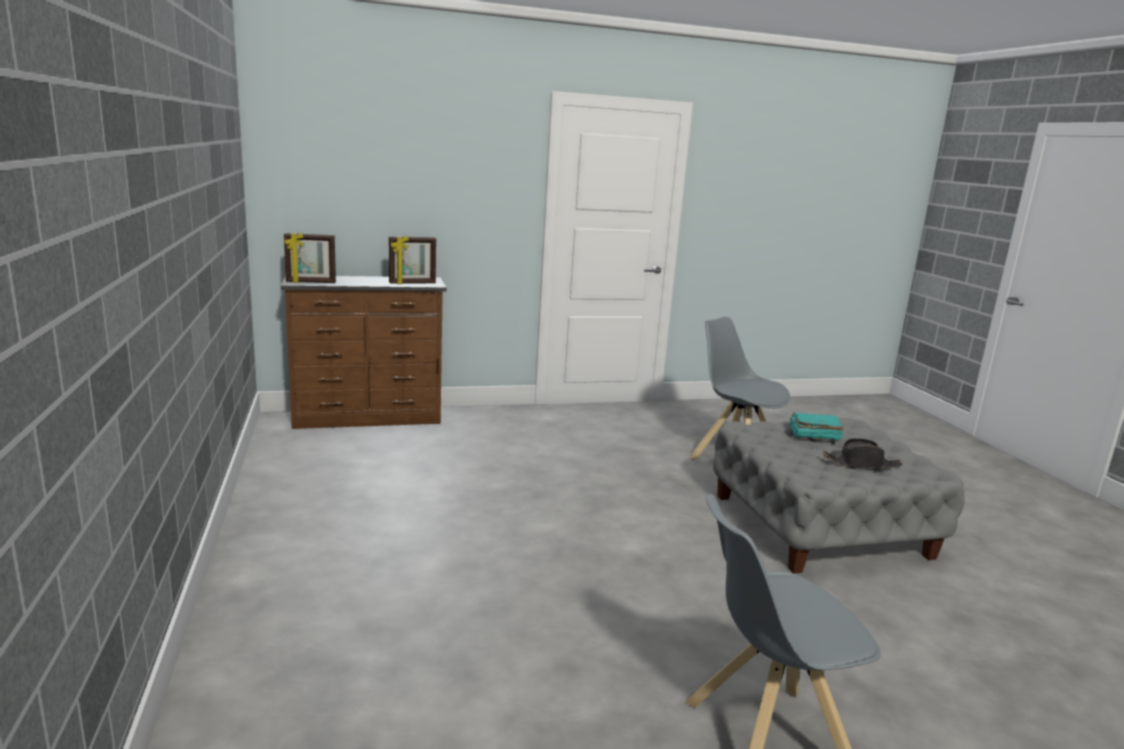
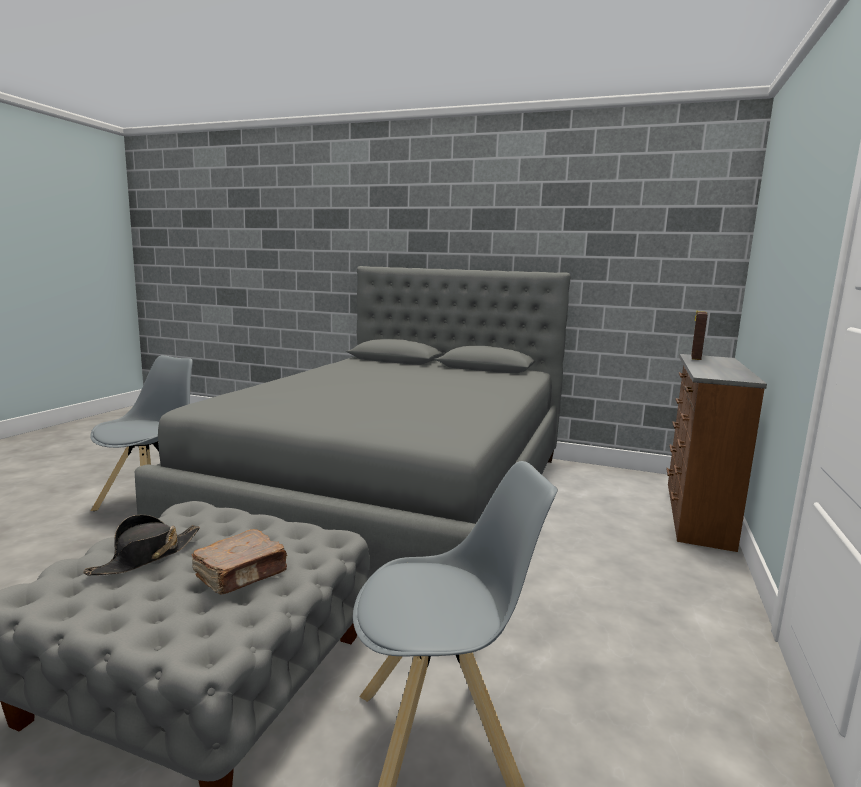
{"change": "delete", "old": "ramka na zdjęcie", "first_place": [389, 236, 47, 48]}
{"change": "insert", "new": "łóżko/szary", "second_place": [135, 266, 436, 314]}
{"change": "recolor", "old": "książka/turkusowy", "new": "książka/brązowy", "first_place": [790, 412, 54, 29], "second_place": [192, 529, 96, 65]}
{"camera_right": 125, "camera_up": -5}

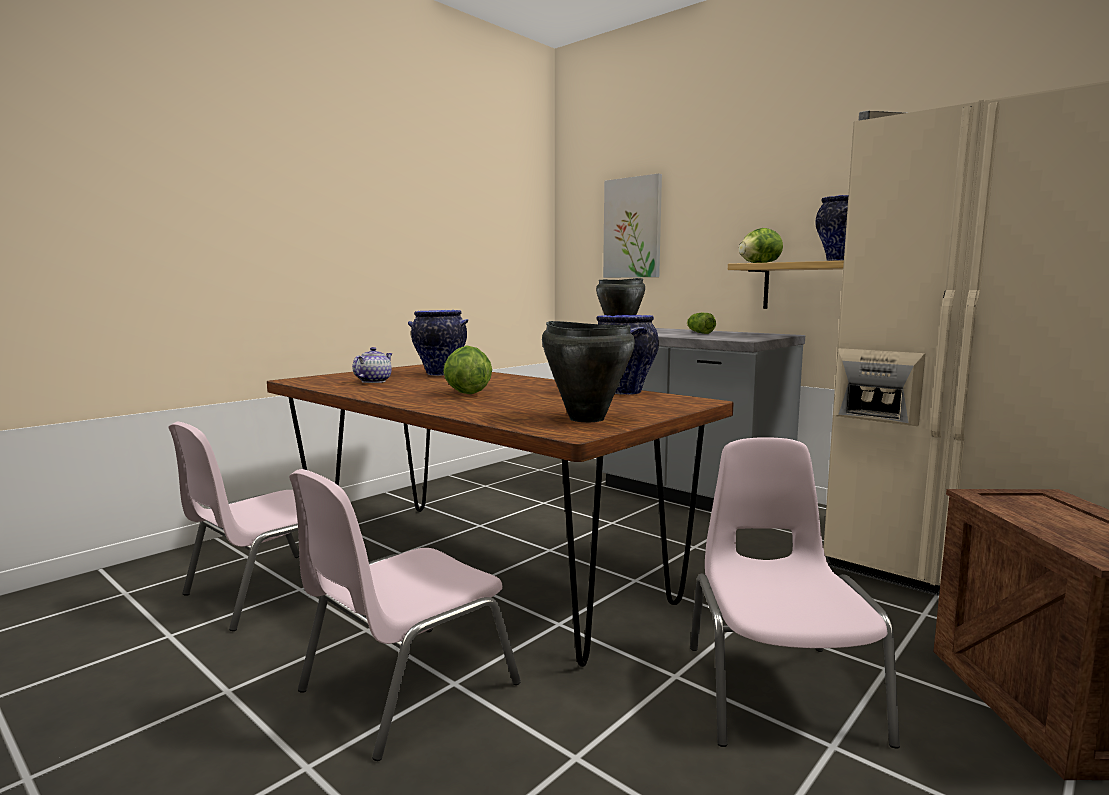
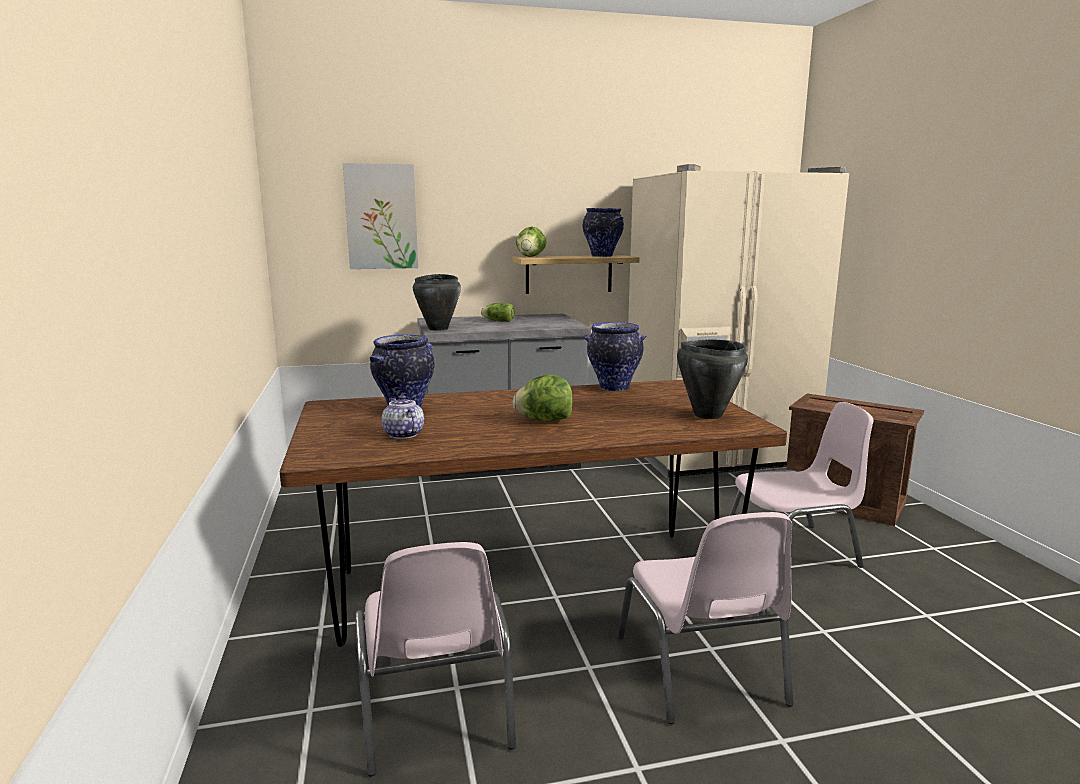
{"change": "rotate", "old": "krzesło/różowy", "first_place": [690, 438, 210, 310], "second_place": [729, 402, 145, 166], "degrees": 135}
{"camera_right": -55, "camera_up": 5}

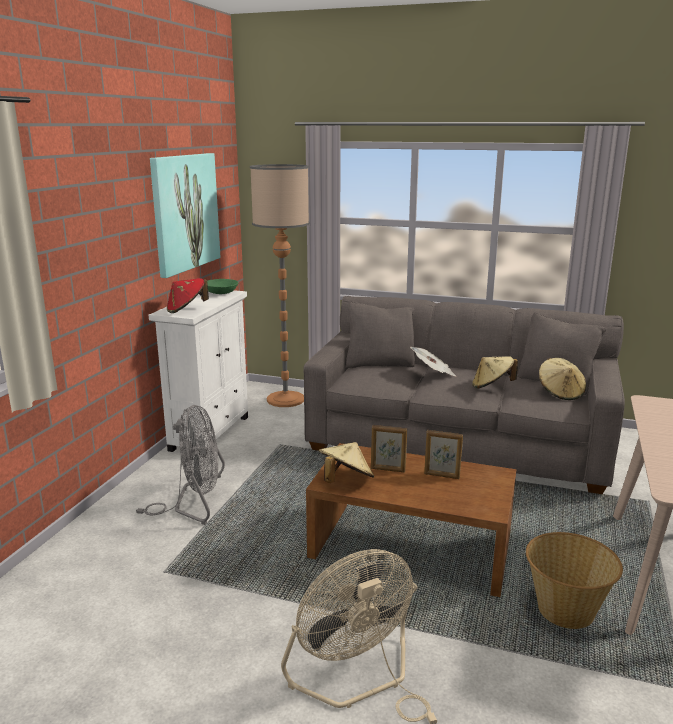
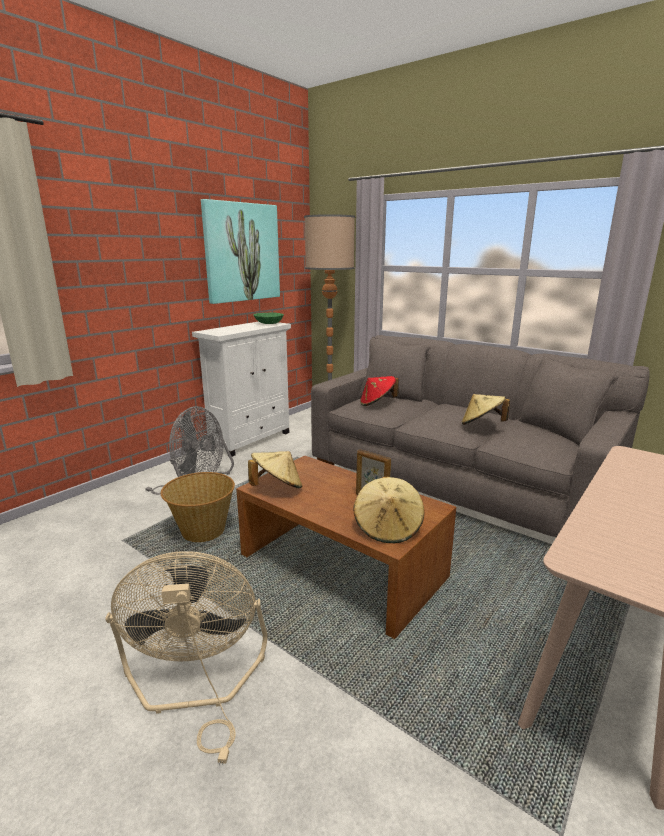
{"change": "delete", "old": "ramka na zdjęcie", "first_place": [371, 425, 36, 48]}
{"change": "delete", "old": "gazeta", "first_place": [410, 347, 46, 29]}
{"change": "move", "old": "kapelusz/czerwony", "first_place": [167, 278, 42, 35], "second_place": [360, 376, 39, 30]}
{"change": "move", "old": "koszyk", "first_place": [526, 532, 97, 97], "second_place": [161, 472, 74, 70]}
{"change": "move", "old": "kapelusz/beżowy", "first_place": [539, 358, 47, 42], "second_place": [353, 477, 71, 66]}
{"camera_right": 20, "camera_up": 0}

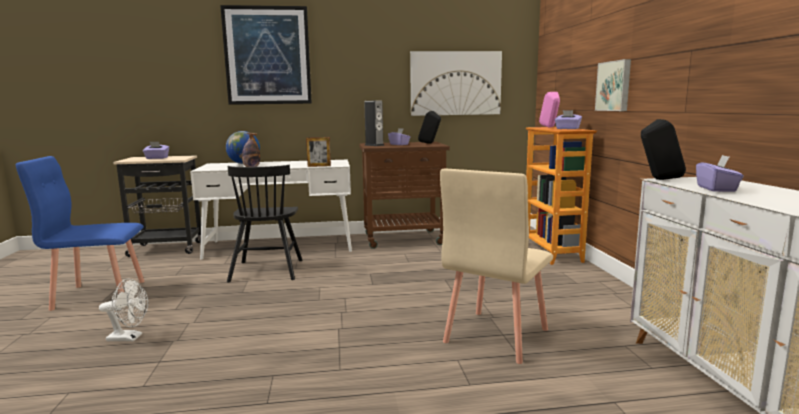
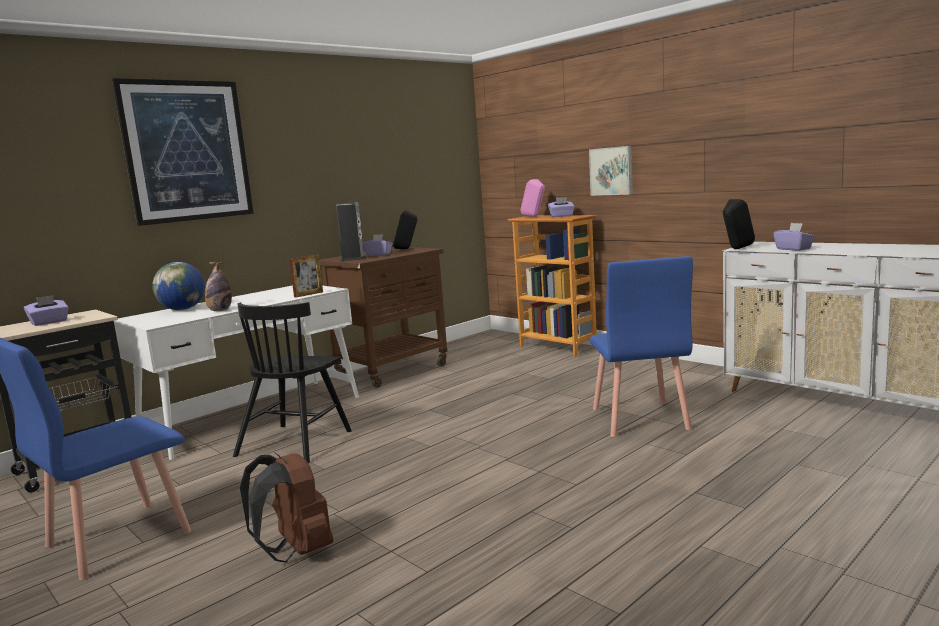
{"change": "delete", "old": "obraz", "first_place": [410, 51, 92, 65]}
{"change": "replace", "old": "wentylator/biały", "new": "plecak/brązowy", "first_place": [99, 278, 49, 63], "second_place": [240, 452, 93, 111]}
{"change": "recolor", "old": "krzesło/beżowy", "new": "krzesło/niebieski", "first_place": [440, 169, 113, 195], "second_place": [590, 256, 103, 181]}
{"change": "rotate", "old": "krzesło/czarny", "first_place": [227, 165, 76, 117], "second_place": [233, 302, 119, 161], "degrees": 60}
{"camera_right": -35, "camera_up": 0}

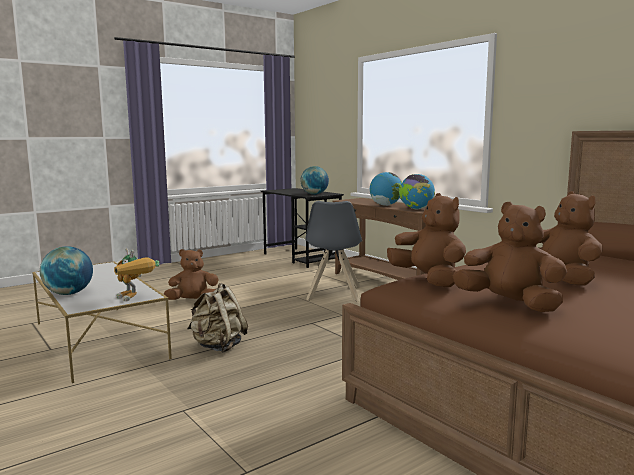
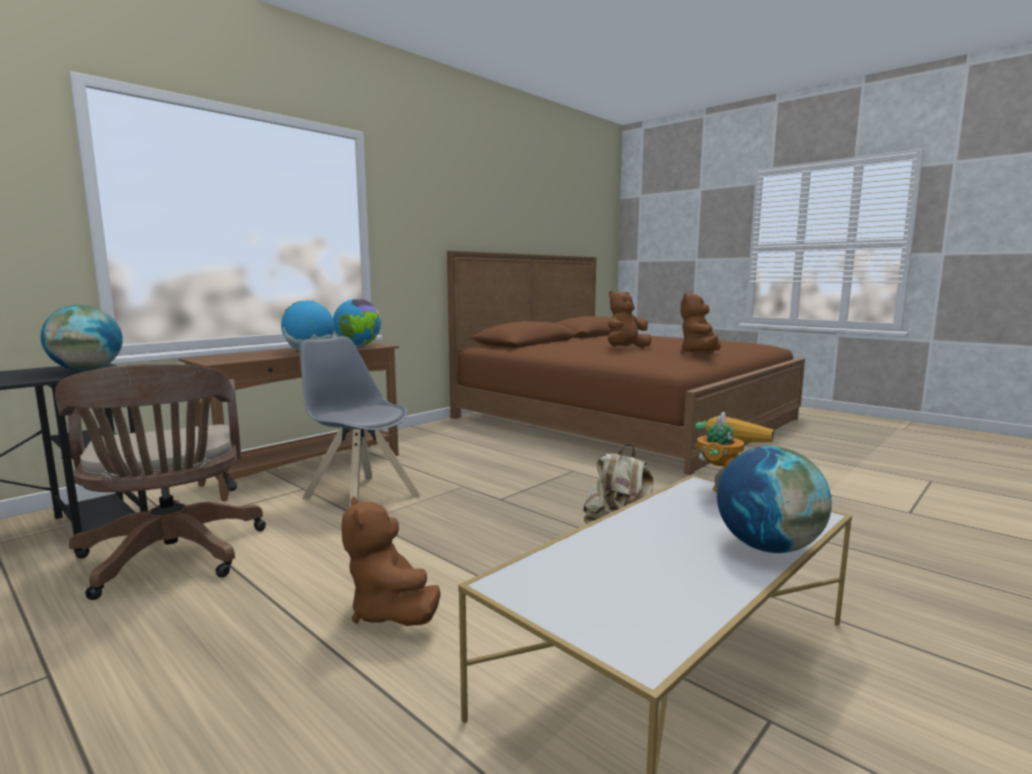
{"change": "delete", "old": "pluszak/brązowy", "first_place": [387, 193, 79, 94]}
{"change": "insert", "new": "krzesło biurowe/brązowy", "second_place": [55, 364, 211, 236]}
{"change": "rotate", "old": "krzesło/szary", "first_place": [306, 201, 56, 100], "second_place": [299, 336, 121, 171], "degrees": -135}
{"camera_right": -100, "camera_up": 0}

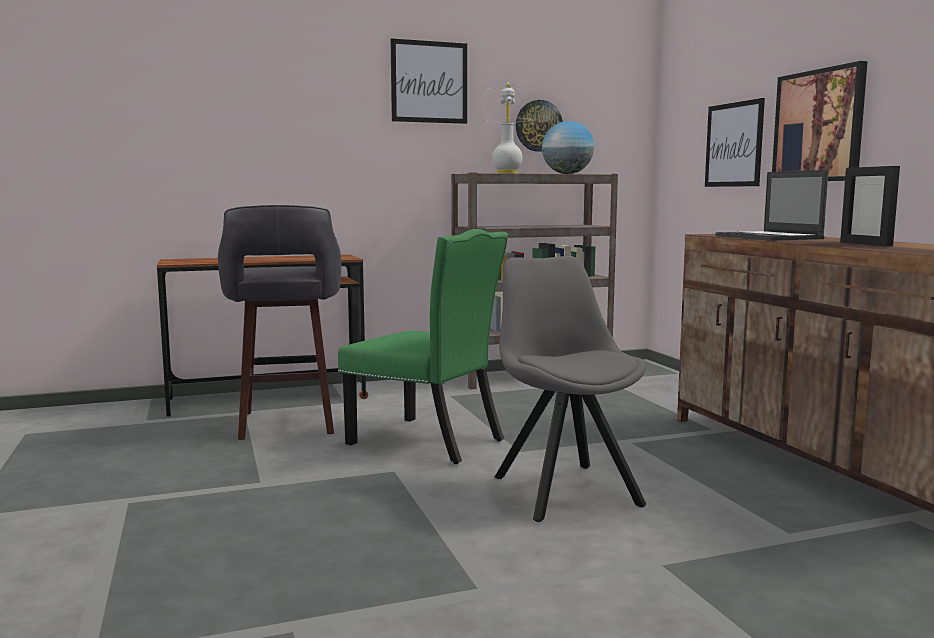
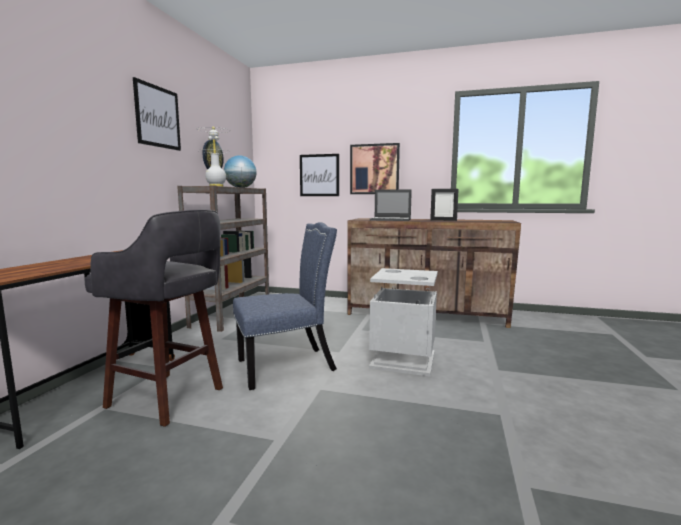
{"change": "replace", "old": "krzesło/szary", "new": "kosz na śmieci/szary", "first_place": [495, 256, 151, 266], "second_place": [369, 268, 69, 108]}
{"change": "recolor", "old": "krzesło/zielony", "new": "krzesło/niebieski", "first_place": [338, 229, 170, 235], "second_place": [233, 222, 104, 168]}
{"camera_right": -55, "camera_up": 0}

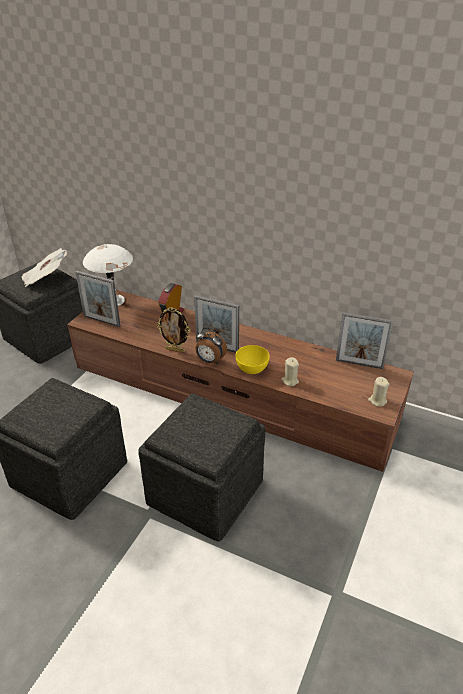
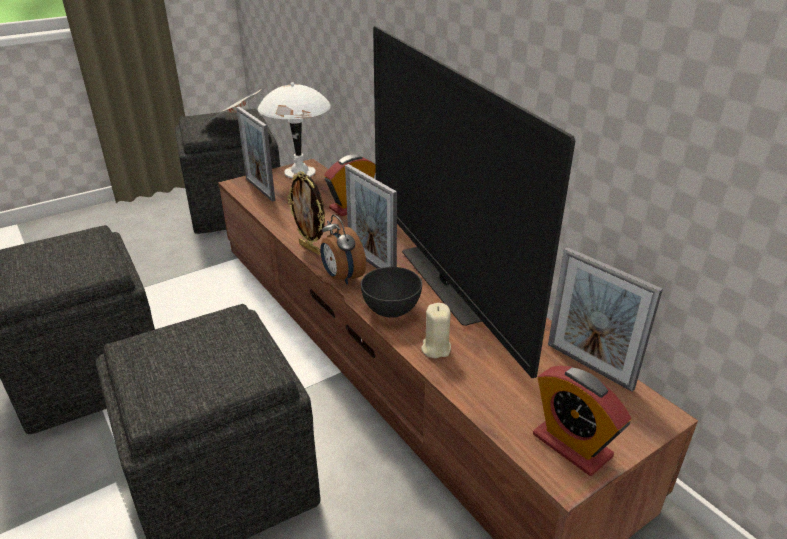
{"change": "insert", "new": "telewizor", "second_place": [373, 26, 203, 352]}
{"change": "replace", "old": "świeca/beżowy", "new": "budzik", "first_place": [368, 377, 22, 30], "second_place": [533, 366, 98, 110]}
{"change": "recolor", "old": "miska/żółty", "new": "miska/szary", "first_place": [235, 345, 35, 29], "second_place": [361, 267, 61, 51]}
{"camera_right": 30, "camera_up": -5}

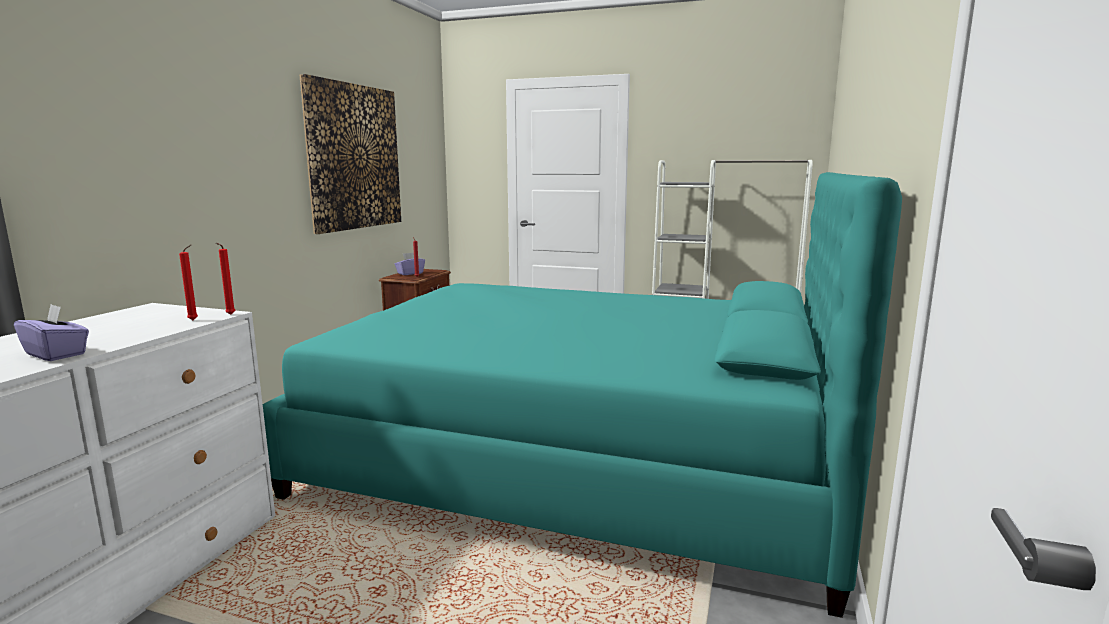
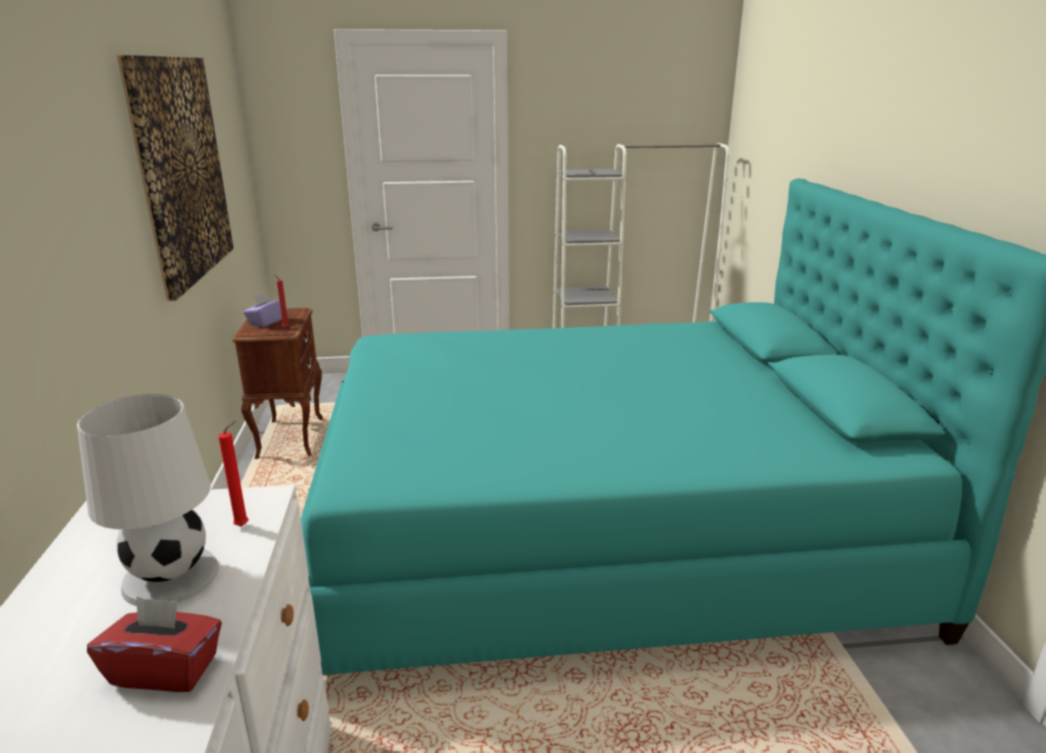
{"change": "delete", "old": "świeca/czerwony", "first_place": [216, 243, 19, 72]}
{"change": "insert", "new": "lampa stołowa/biały", "second_place": [77, 394, 142, 212]}
{"change": "recolor", "old": "pudełko chusteczek/fioletowy", "new": "pudełko chusteczek/czerwony", "first_place": [14, 304, 75, 57], "second_place": [87, 596, 135, 96]}
{"camera_right": -25, "camera_up": 10}

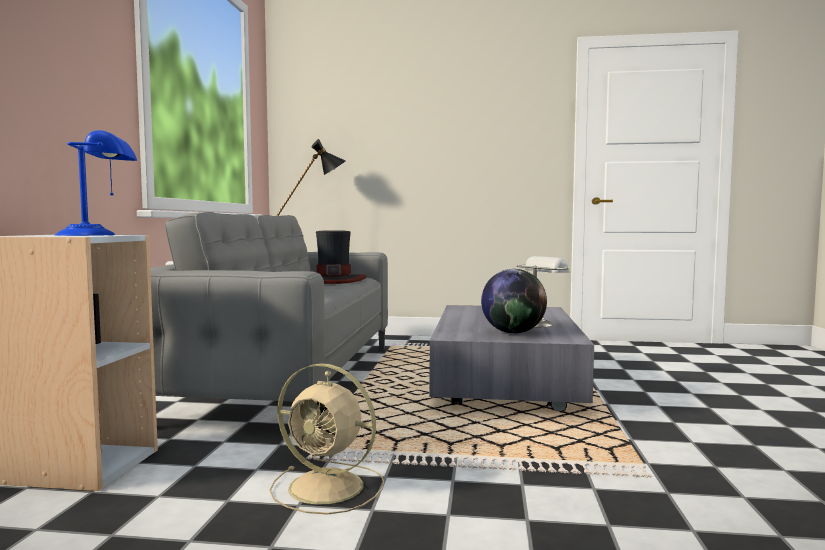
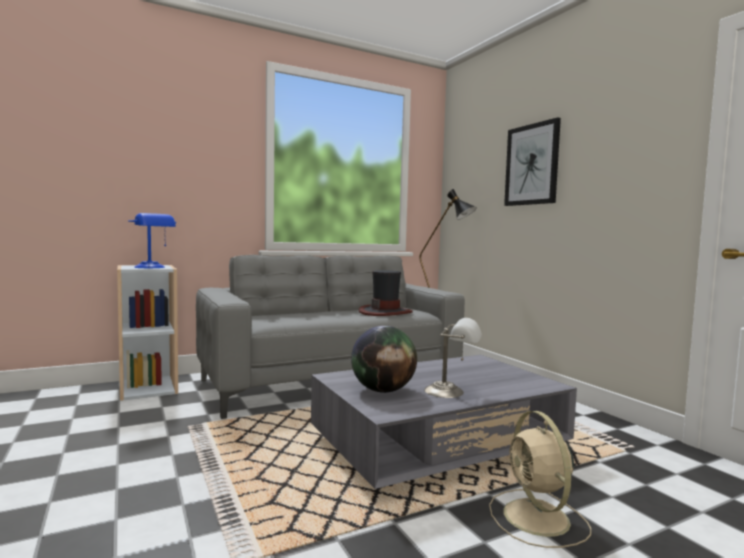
{"change": "insert", "new": "obraz", "second_place": [504, 117, 57, 89]}
{"change": "move", "old": "wentylator/beżowy", "first_place": [269, 363, 115, 152], "second_place": [489, 411, 102, 137]}
{"camera_right": 55, "camera_up": 0}

